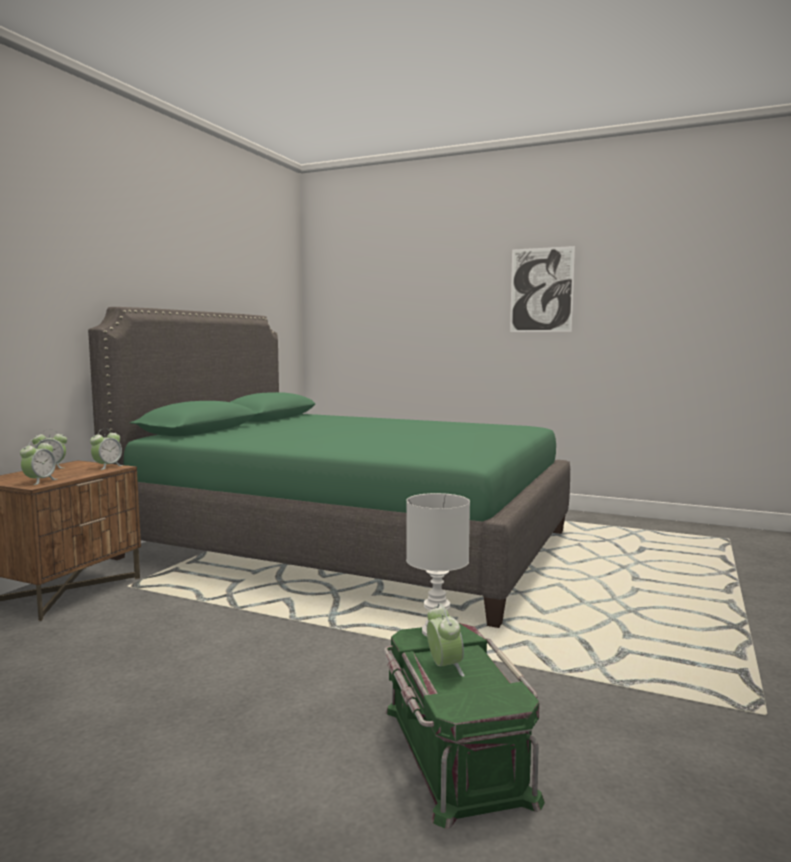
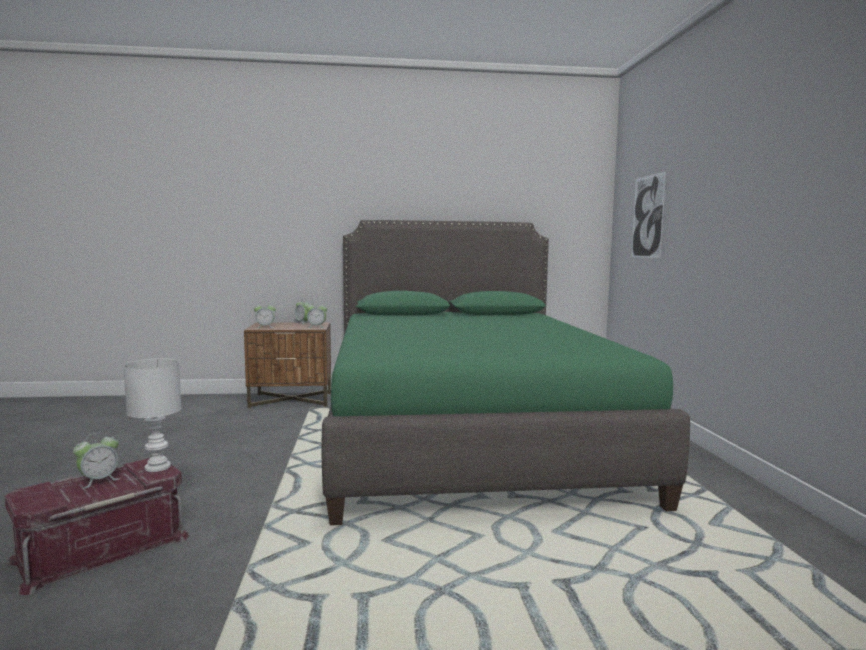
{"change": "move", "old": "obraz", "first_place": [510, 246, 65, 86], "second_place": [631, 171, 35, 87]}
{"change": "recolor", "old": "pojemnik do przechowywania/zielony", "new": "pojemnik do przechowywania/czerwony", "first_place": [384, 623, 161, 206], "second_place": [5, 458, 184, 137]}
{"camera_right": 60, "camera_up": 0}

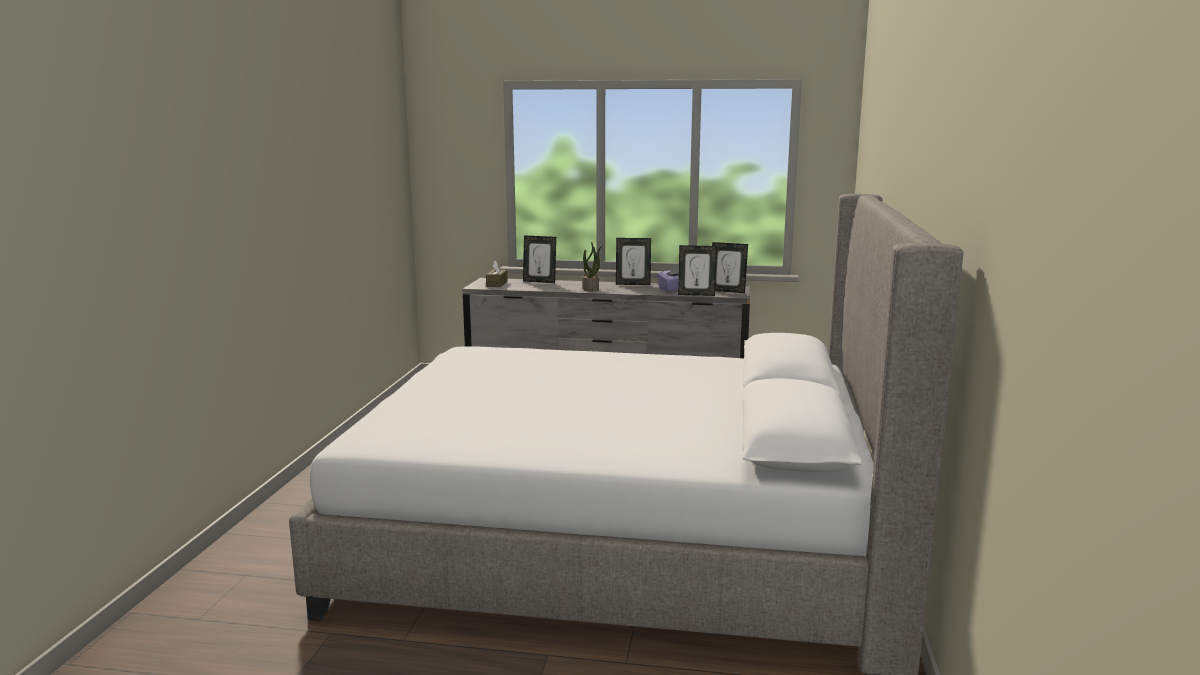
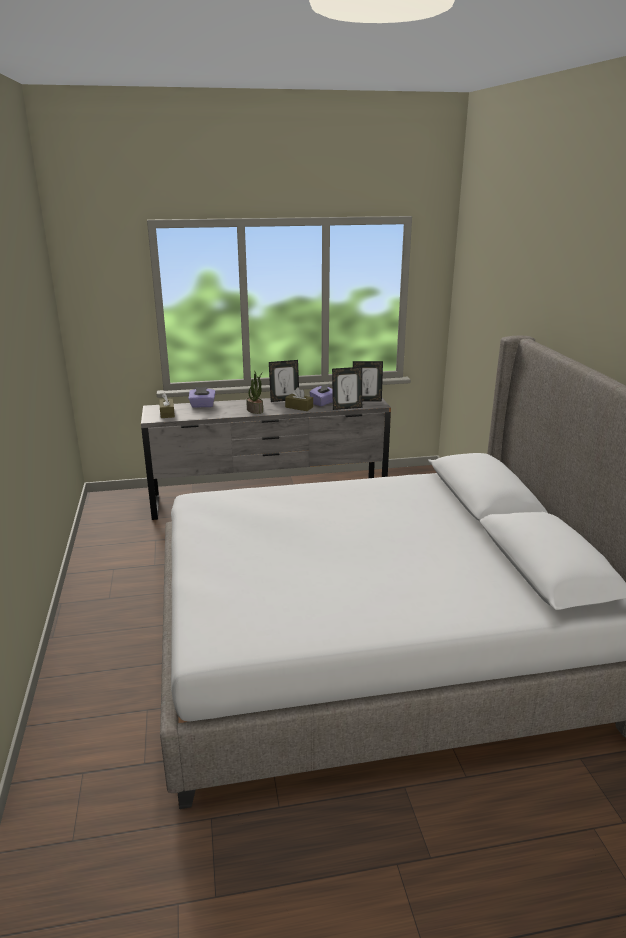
{"change": "insert", "new": "pudełko chusteczek/brązowy", "second_place": [285, 387, 28, 24]}
{"change": "replace", "old": "ramka na zdjęcie", "new": "pudełko chusteczek/fioletowy", "first_place": [523, 235, 33, 48], "second_place": [188, 387, 28, 21]}
{"camera_right": -20, "camera_up": 10}

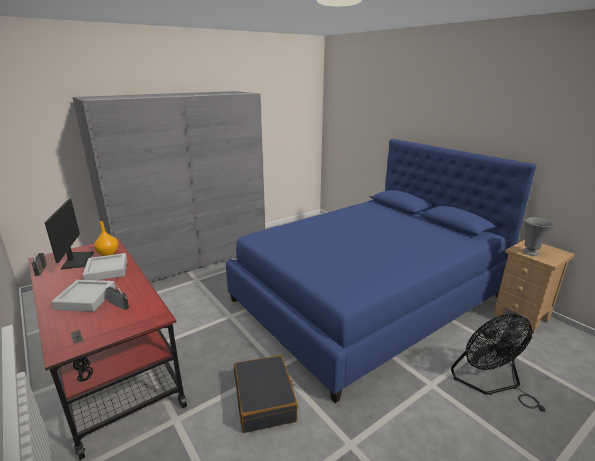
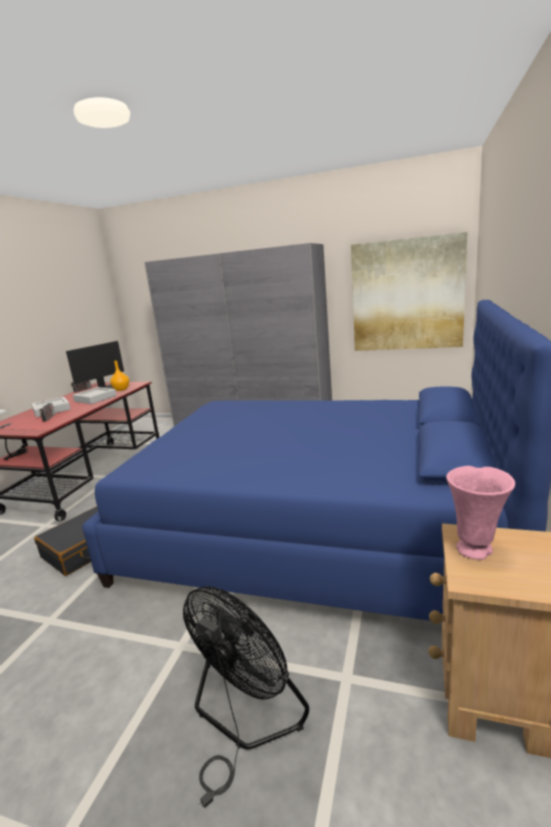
{"change": "insert", "new": "obraz", "second_place": [351, 232, 116, 119]}
{"change": "recolor", "old": "wazon/szary", "new": "wazon/różowy", "first_place": [523, 217, 31, 39], "second_place": [446, 466, 69, 94]}
{"camera_right": 55, "camera_up": -5}

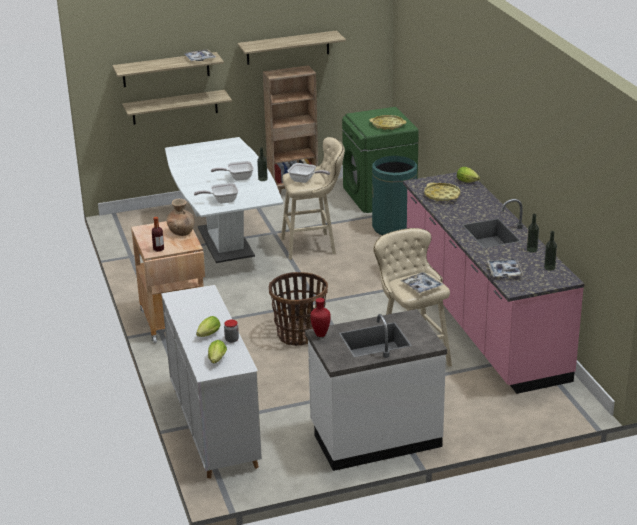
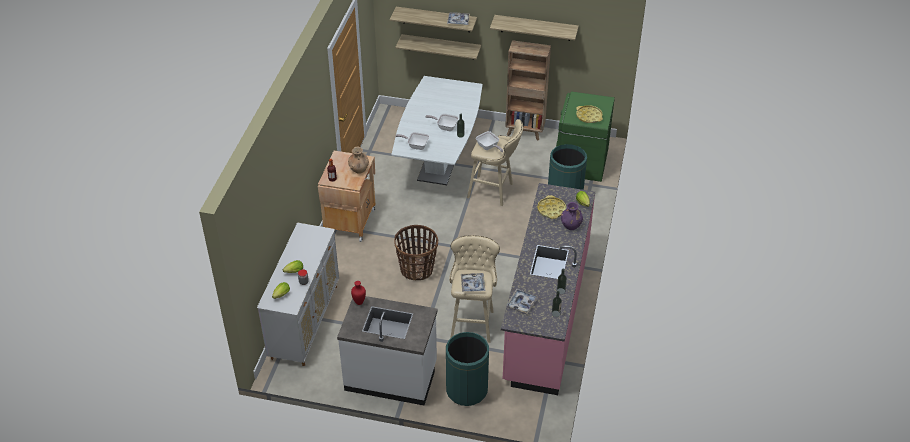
{"change": "insert", "new": "kosz na śmieci/zielony", "second_place": [446, 332, 43, 74]}
{"change": "insert", "new": "wazon/fioletowy", "second_place": [561, 202, 22, 28]}
{"camera_right": 30, "camera_up": 15}

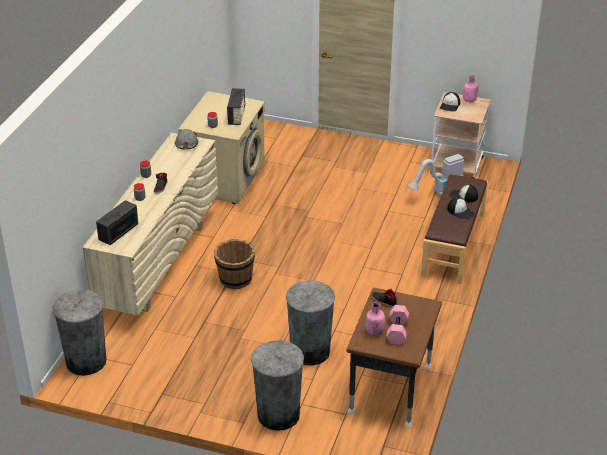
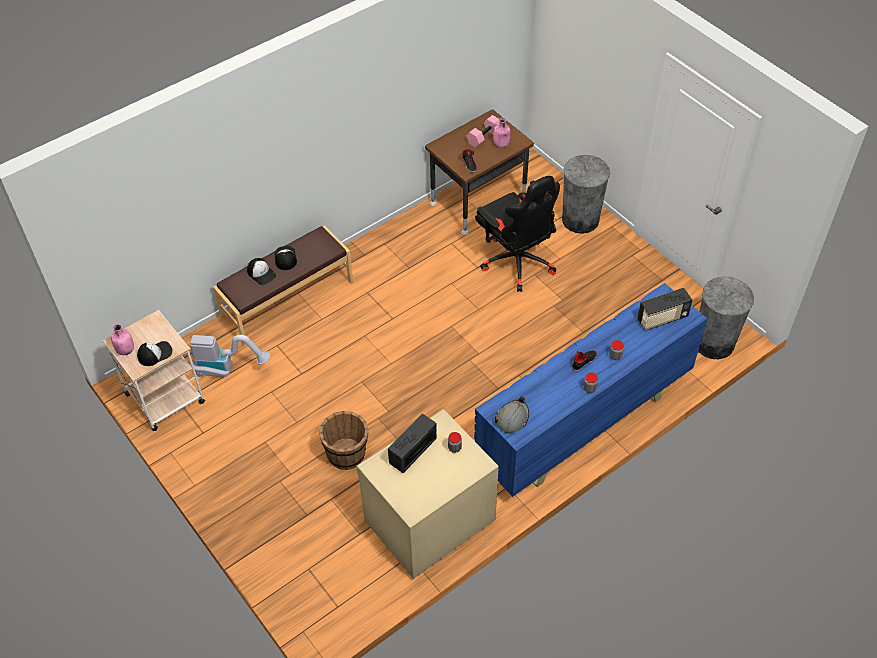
{"change": "move", "old": "wiadro/brązowy", "first_place": [214, 239, 41, 50], "second_place": [319, 411, 50, 59]}
{"change": "replace", "old": "kosz na śmieci/szary", "new": "krzesło biurowe/czarny", "first_place": [286, 280, 49, 85], "second_place": [475, 176, 85, 116]}
{"change": "recolor", "old": "szafka/beżowy", "new": "szafka/niebieski", "first_place": [83, 133, 135, 182], "second_place": [474, 283, 233, 214]}
{"camera_right": -145, "camera_up": 15}

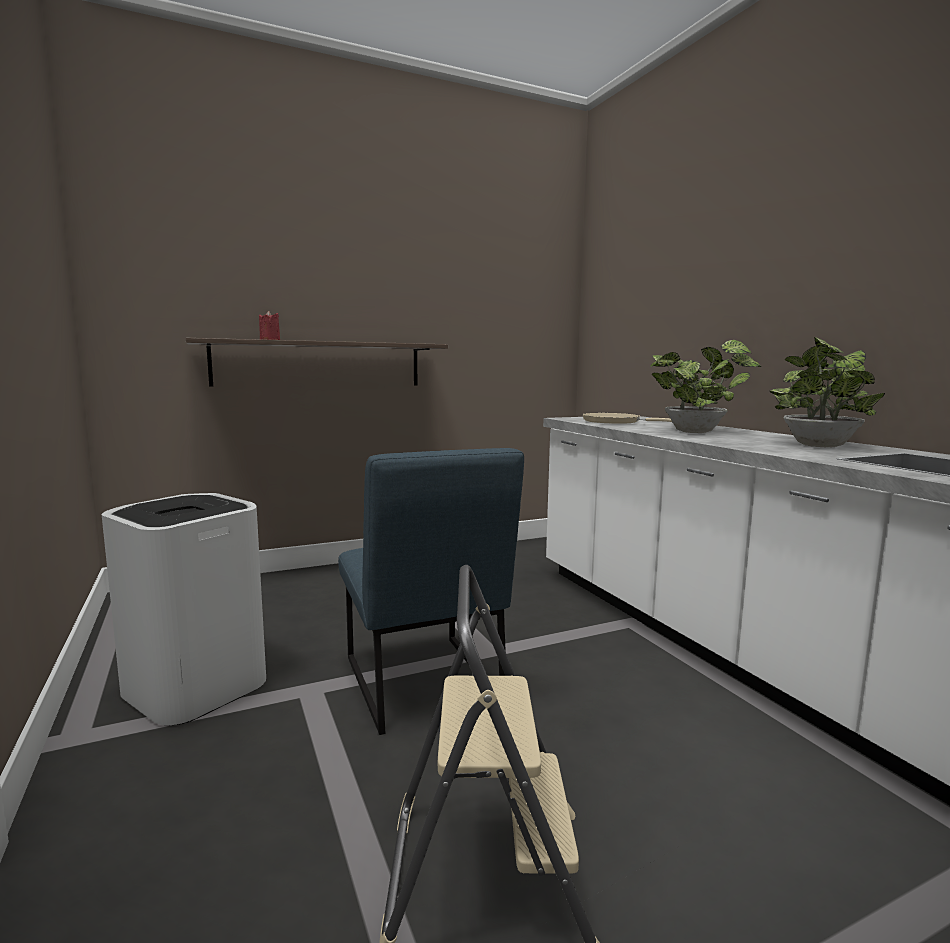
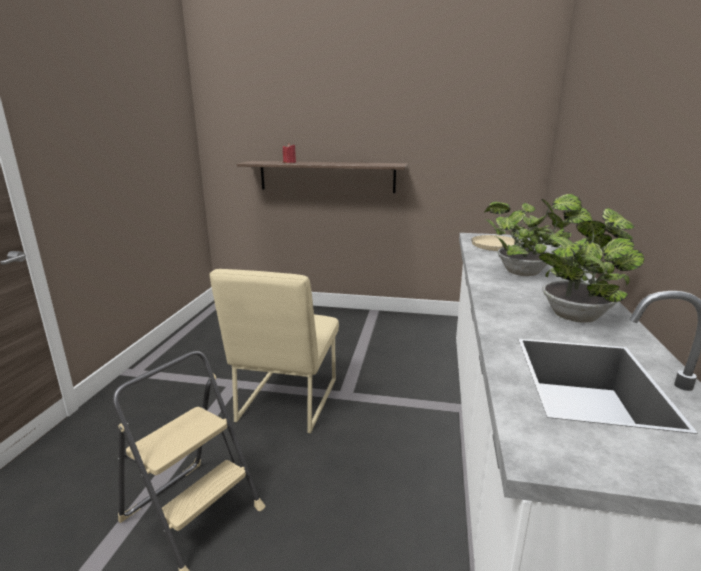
{"change": "delete", "old": "kosz na śmieci/biały", "first_place": [102, 493, 164, 233]}
{"change": "recolor", "old": "krzesło/niebieski", "new": "krzesło/beżowy", "first_place": [338, 448, 186, 287], "second_place": [210, 269, 129, 164]}
{"camera_right": 35, "camera_up": 10}

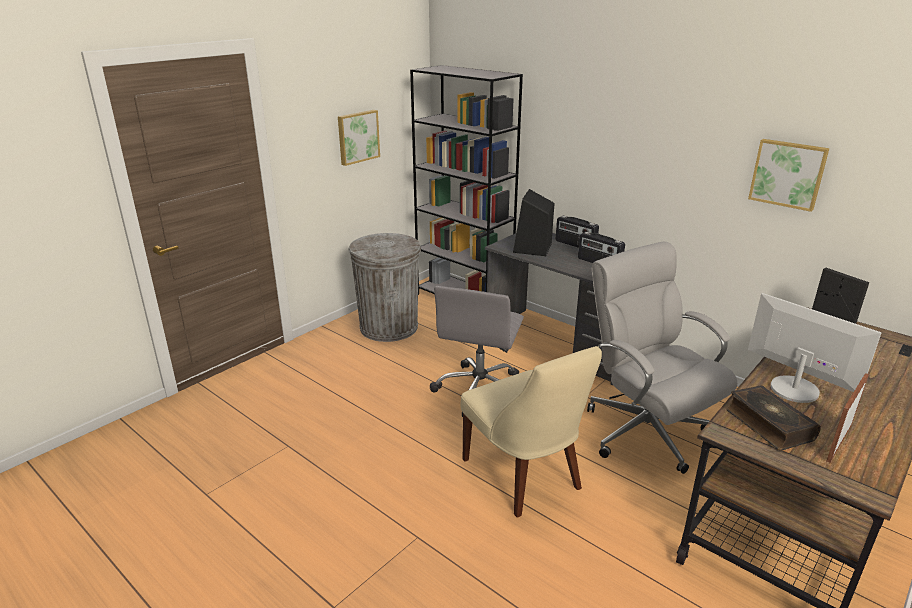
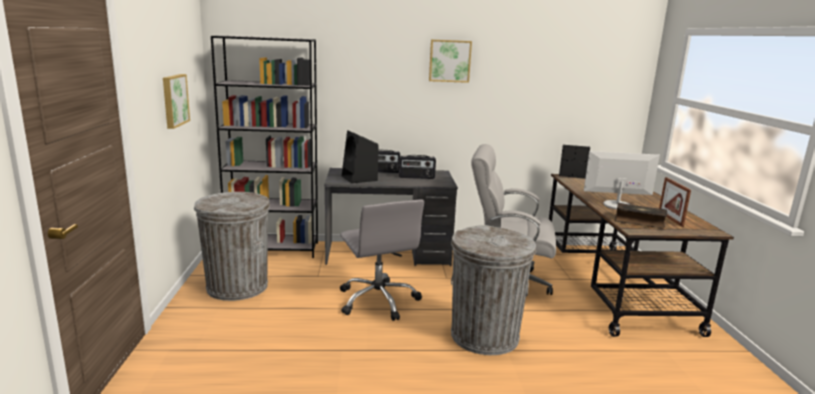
{"change": "move", "old": "obraz", "first_place": [748, 139, 81, 73], "second_place": [429, 40, 43, 43]}
{"change": "replace", "old": "krzesło/beżowy", "new": "kosz na śmieci/szary", "first_place": [461, 346, 141, 172], "second_place": [451, 225, 85, 130]}
{"camera_right": -45, "camera_up": -10}

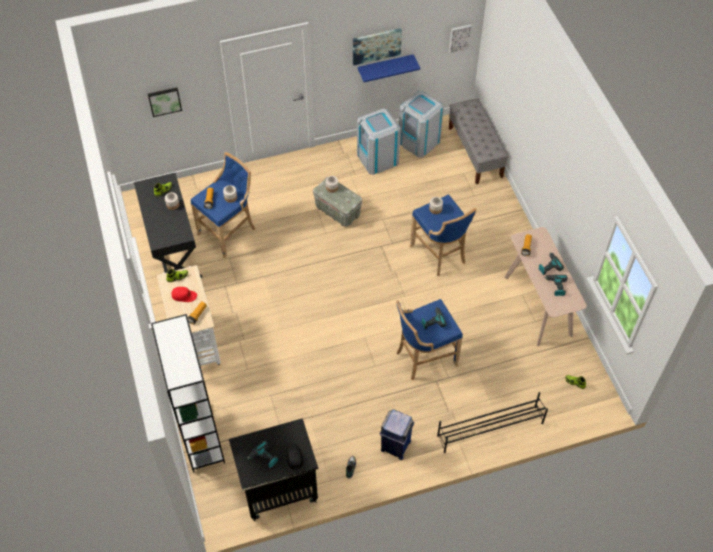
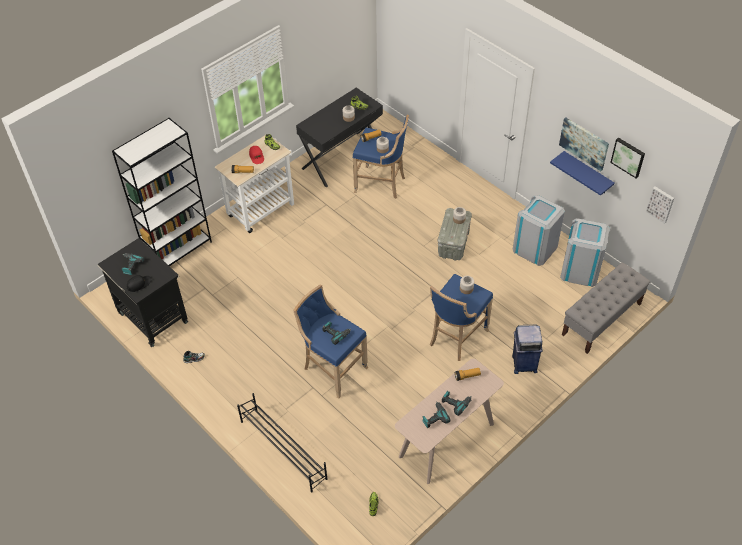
{"change": "move", "old": "obraz", "first_place": [148, 87, 34, 30], "second_place": [610, 138, 35, 40]}
{"change": "move", "old": "kosz na śmieci/niebieski", "first_place": [380, 409, 34, 51], "second_place": [512, 324, 31, 50]}
{"camera_right": 65, "camera_up": -5}

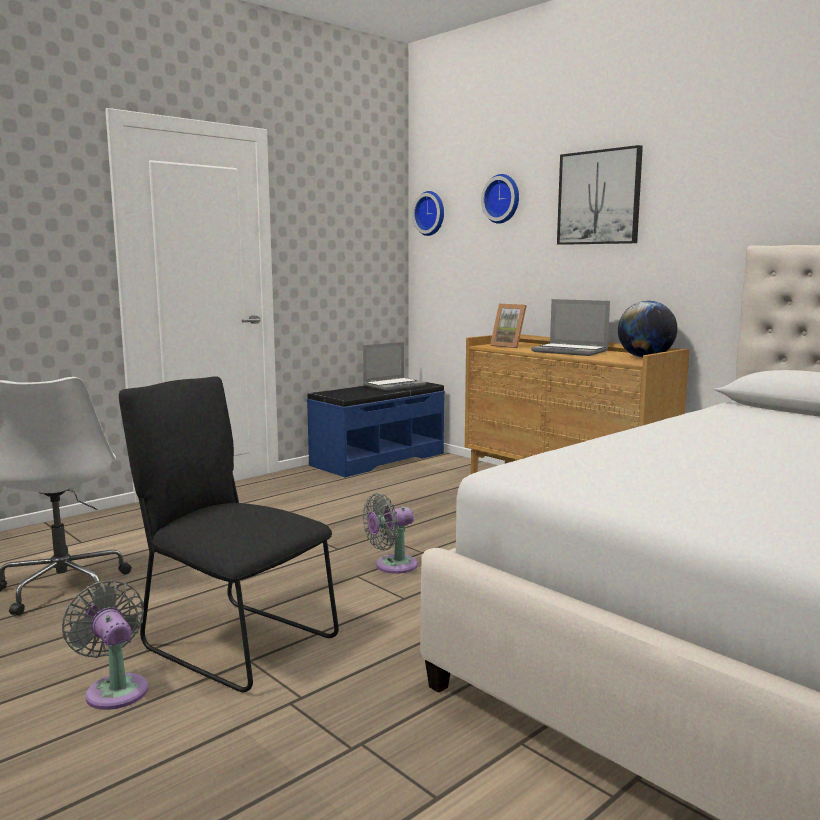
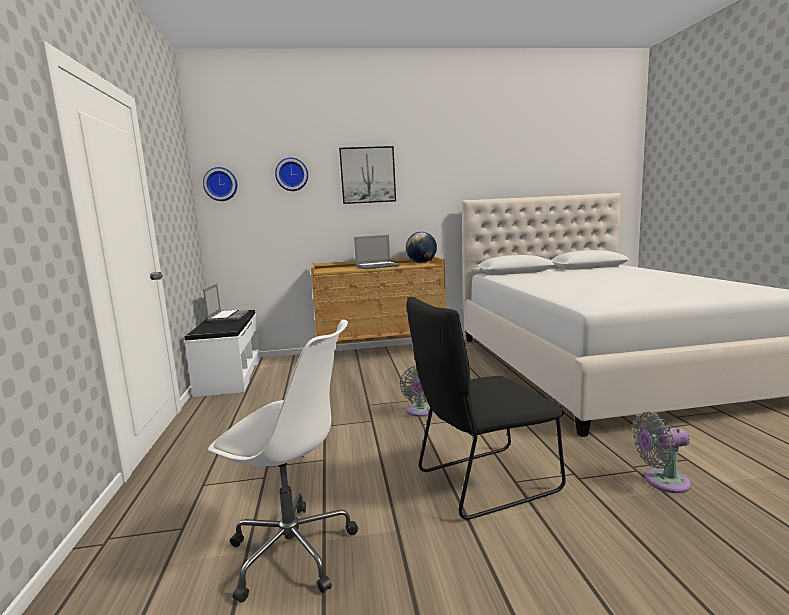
{"change": "delete", "old": "ramka na zdjęcie", "first_place": [490, 304, 37, 44]}
{"change": "move", "old": "wentylator/szary", "first_place": [62, 580, 86, 130], "second_place": [633, 412, 58, 81]}
{"change": "recolor", "old": "ławka/niebieski", "new": "ławka/biały", "first_place": [307, 382, 138, 96], "second_place": [184, 310, 76, 87]}
{"camera_right": -55, "camera_up": 0}

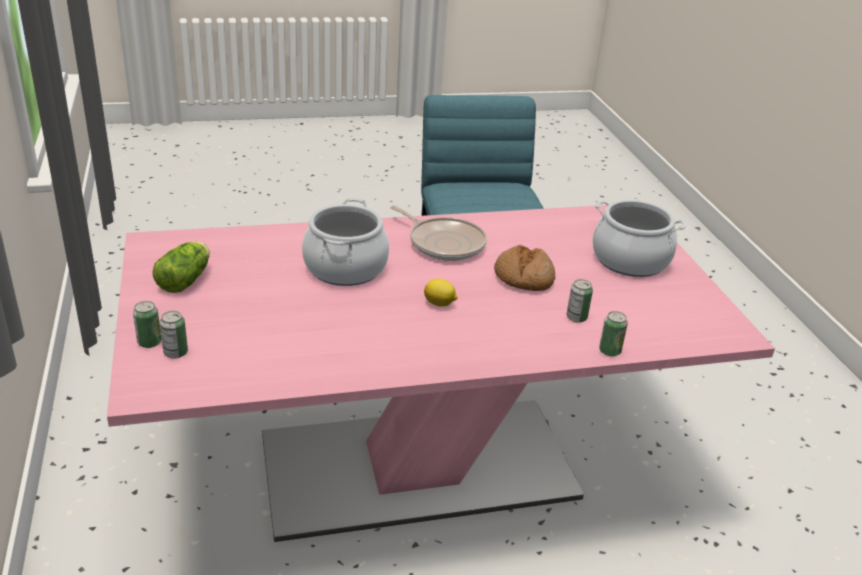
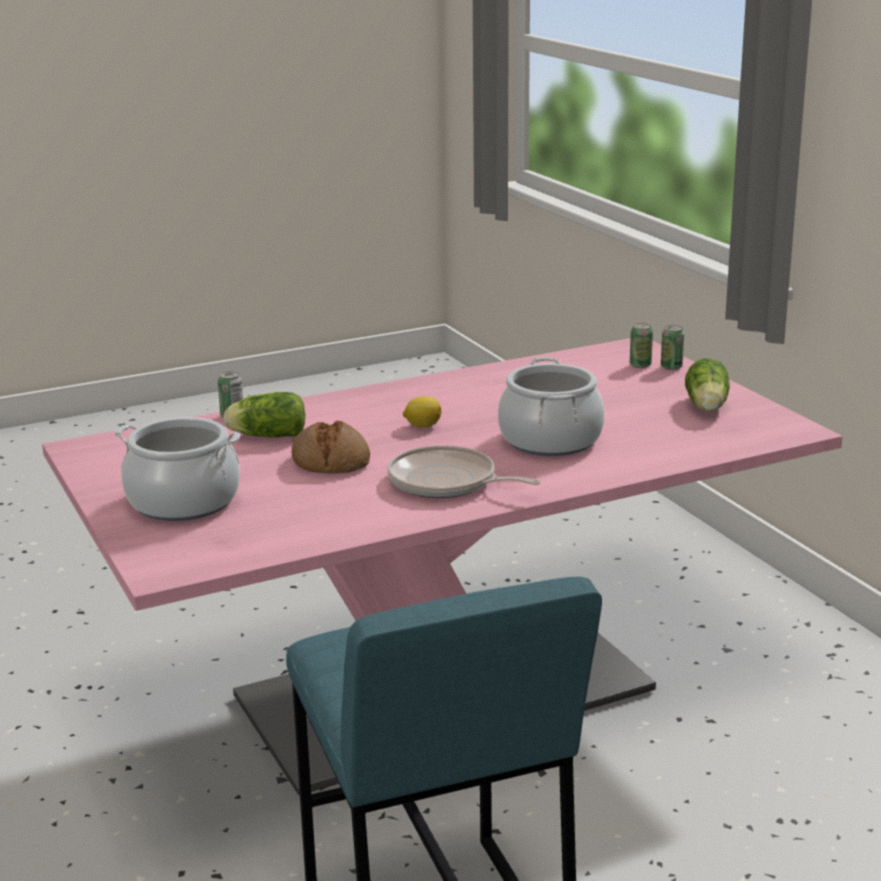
{"change": "replace", "old": "puszka", "new": "sałata", "first_place": [566, 279, 27, 44], "second_place": [223, 392, 82, 45]}
{"camera_right": 170, "camera_up": -10}

